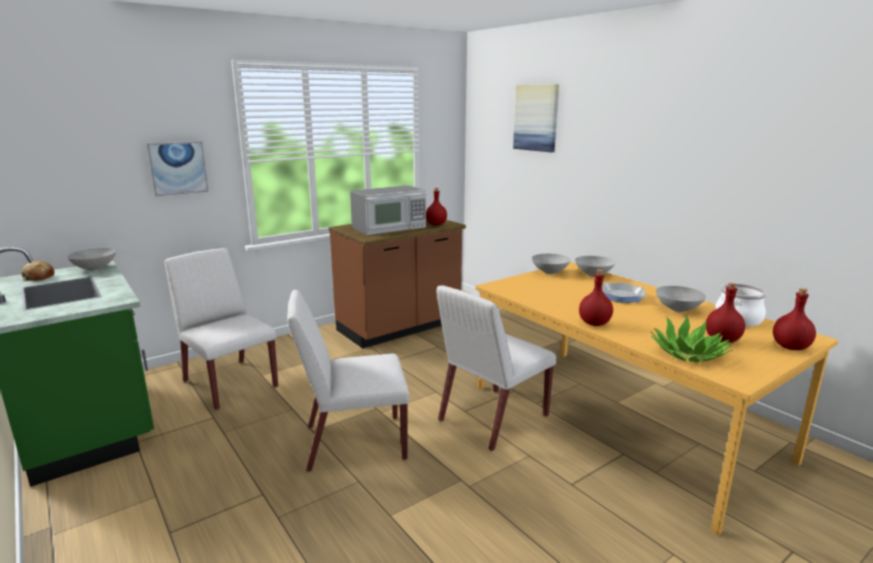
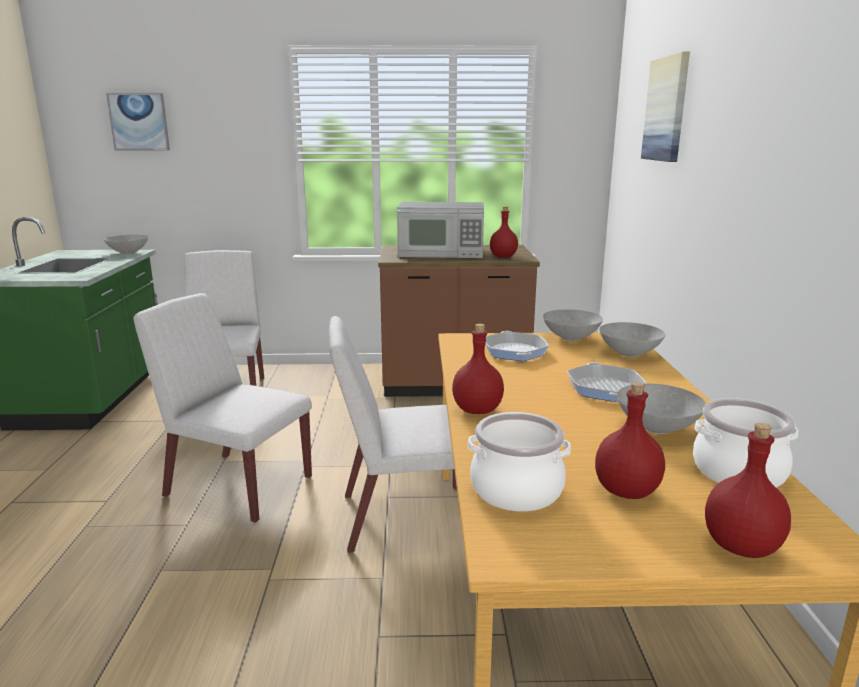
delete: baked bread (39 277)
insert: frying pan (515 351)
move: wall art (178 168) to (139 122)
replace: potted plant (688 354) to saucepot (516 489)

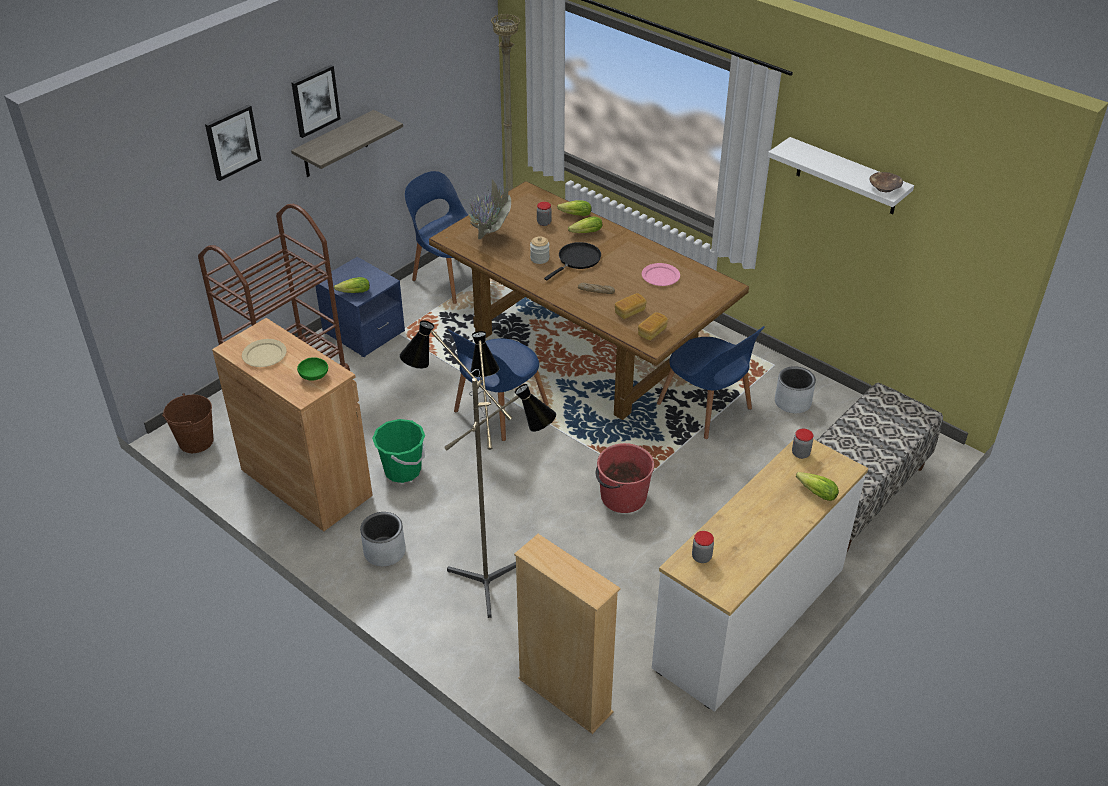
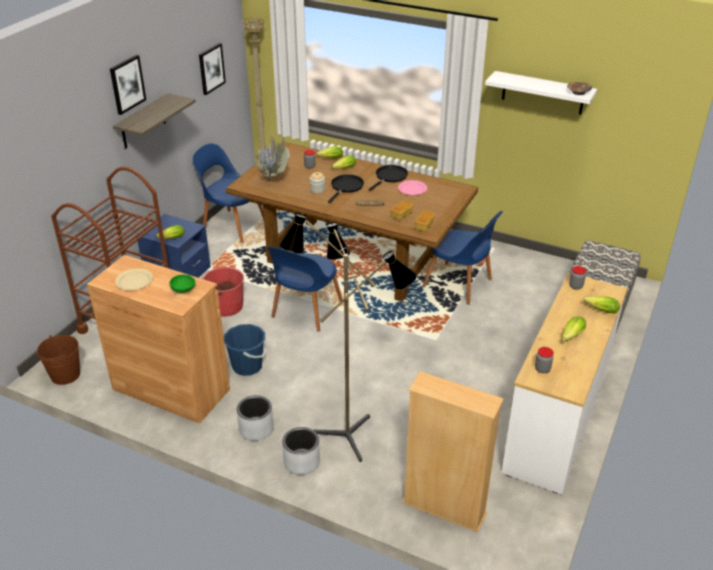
insert: black frying pan (390 177); head of lettuce (570 337)
move: wall art (232 142) to (211 68); red-coloured water bucket (622 497) to (225 306); grey plant pot (793 402) to (302 462)
recolor: green water bucket (402 470) to bluish water bucket (247 366)

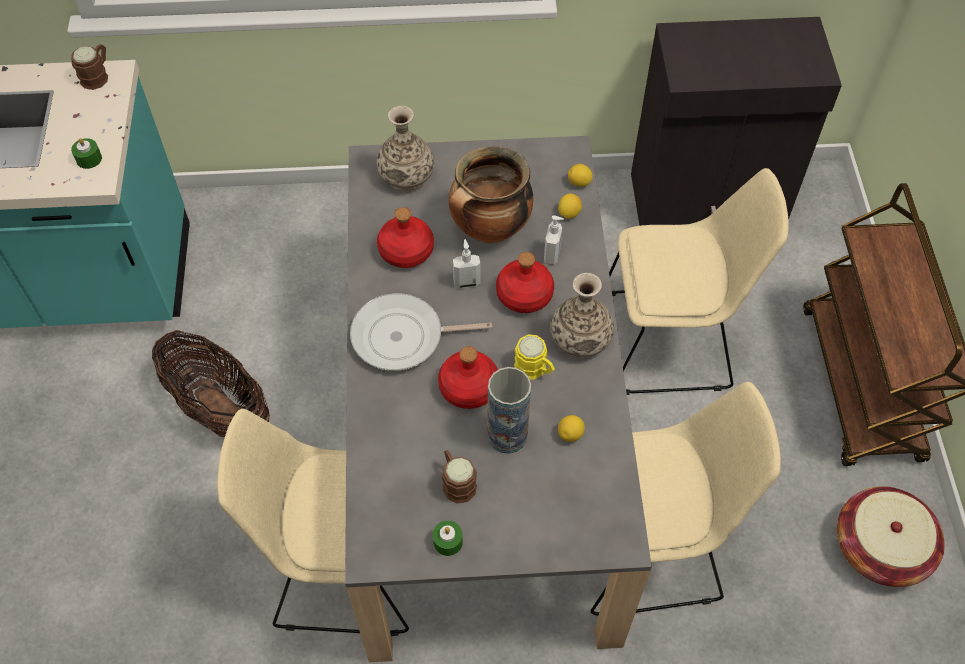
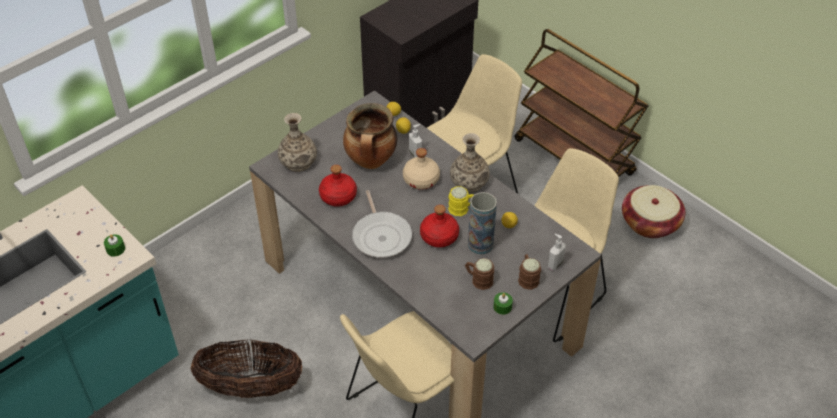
move: brown-coloured coffee mug (97 75) to (527 277); soap bottle (466 282) to (554 264)
recolor: red-coloured beverage bottle (524 295) to sand-coloured beverage bottle (421 180)
rotate: frying pan (403 337) = (381 235) 60 degrees counterclockwise

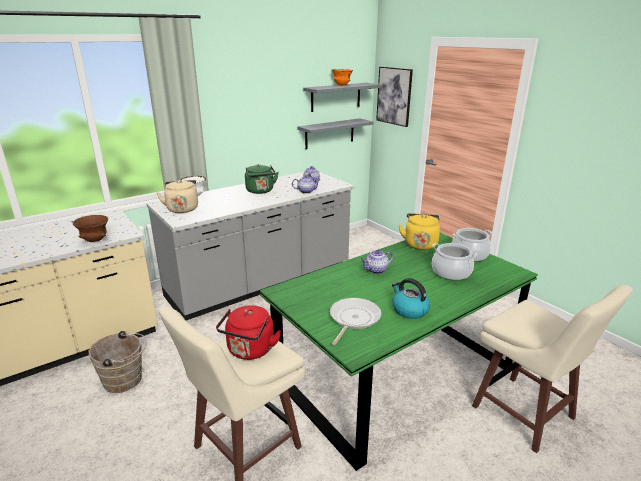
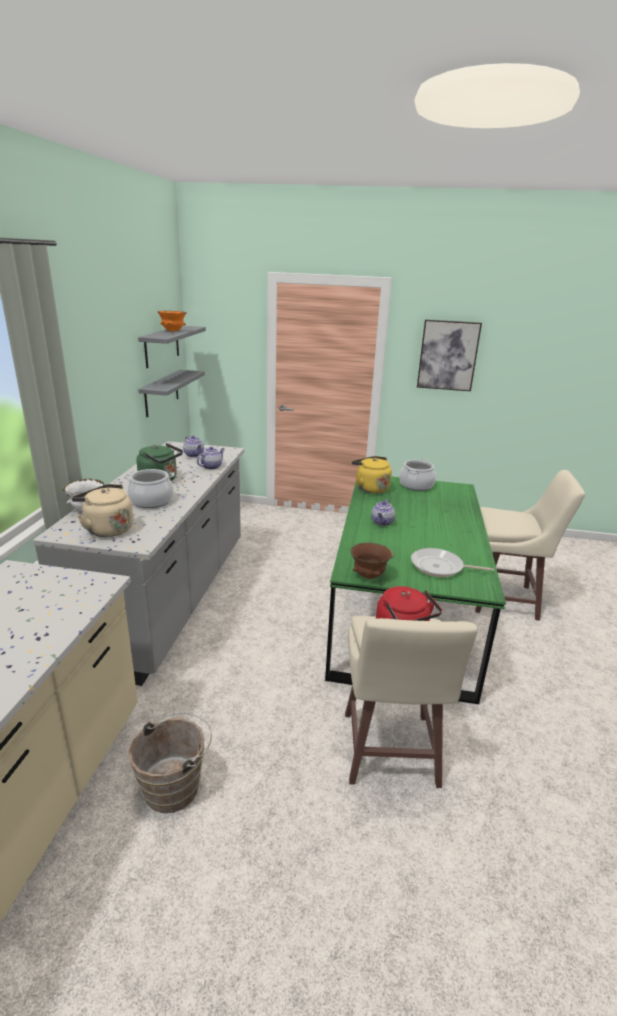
delete: tea kettle (409 310)
move: brown-coloured bowl (95 241) to (369 576); wall art (394 96) to (448 355); saucepot (451 272) to (151 501)
rotate: frying pan (353 319) = (440 567) 60 degrees counterclockwise

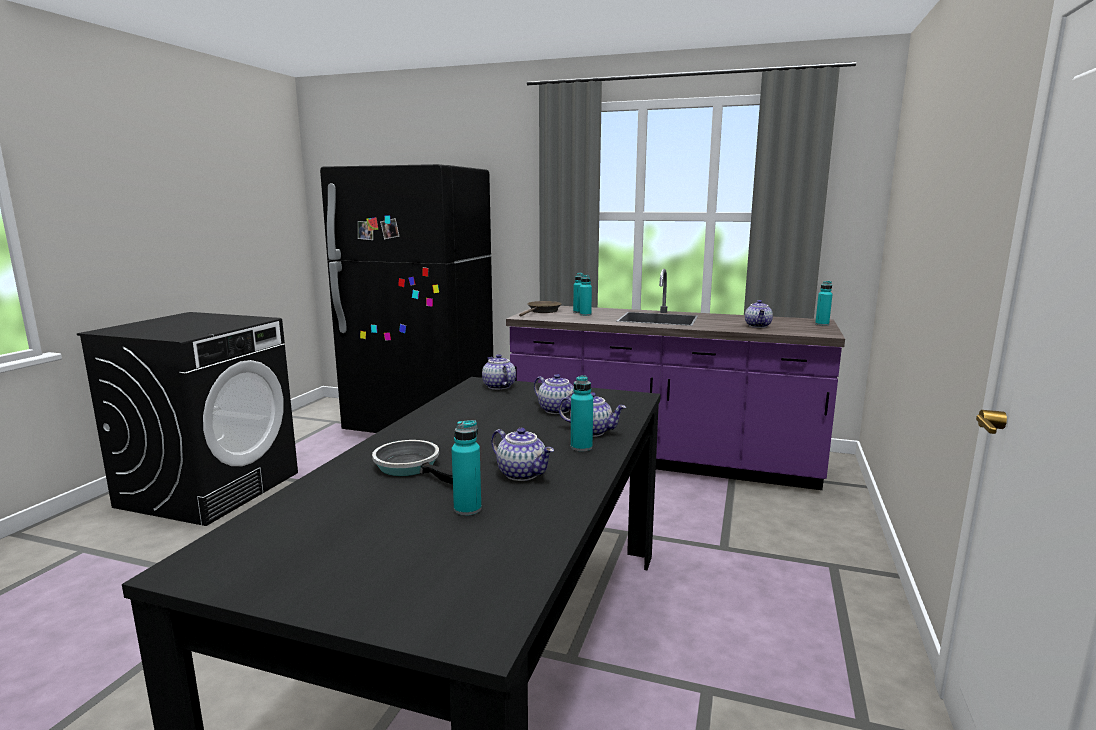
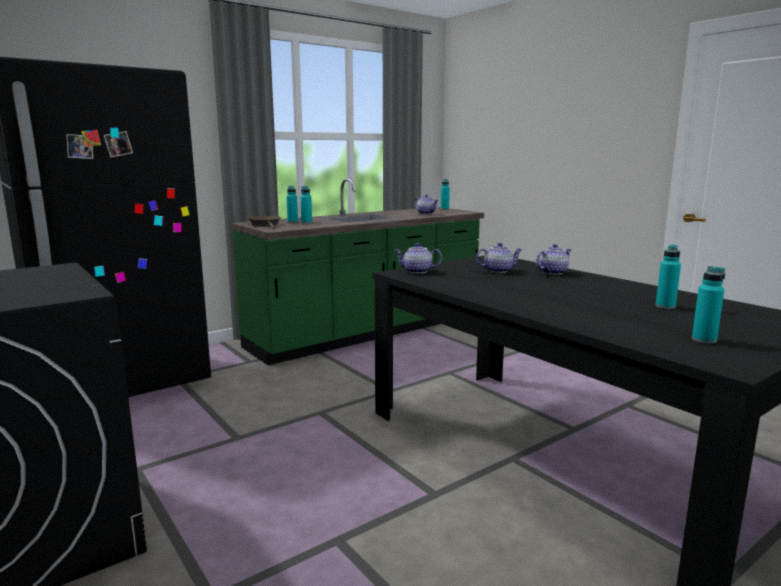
delete: frying pan (411 467); teapot (523 474)
move: turquoise beverage bottle (581 447) to (704 340)
recolor: purplish kitchen counter (662 459) to green kitchen counter (368 333)

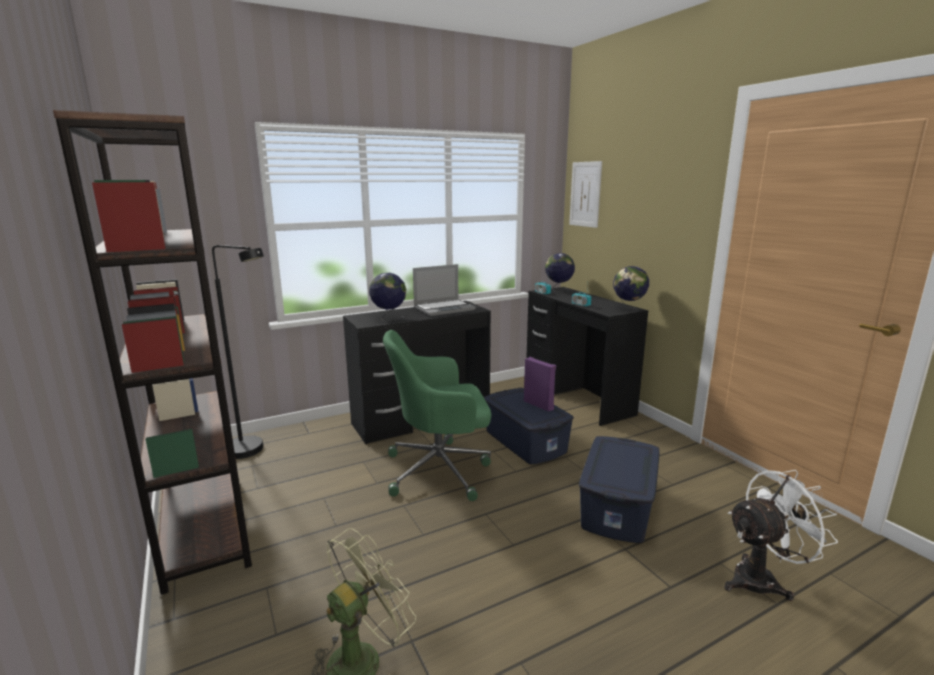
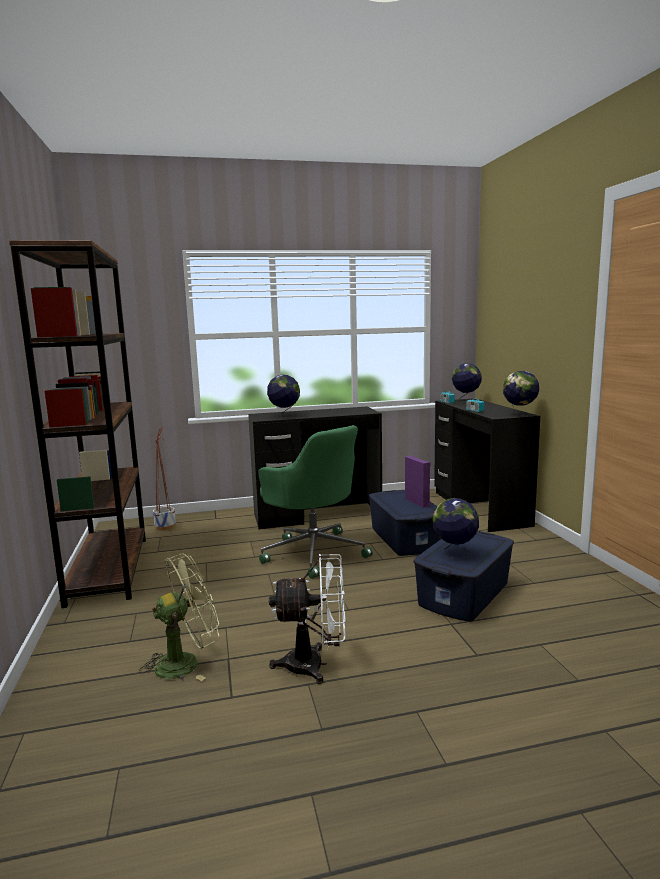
delete: notebook computer (444 309); wall art (585 194)
insert: desk globe (454 554)
move: white cooling fan (762 579) to (315 665)
replace: black floor lamp (252 451) to plant pot (165 527)
rotate: green office chair (440 470) = (314 552) 135 degrees counterclockwise

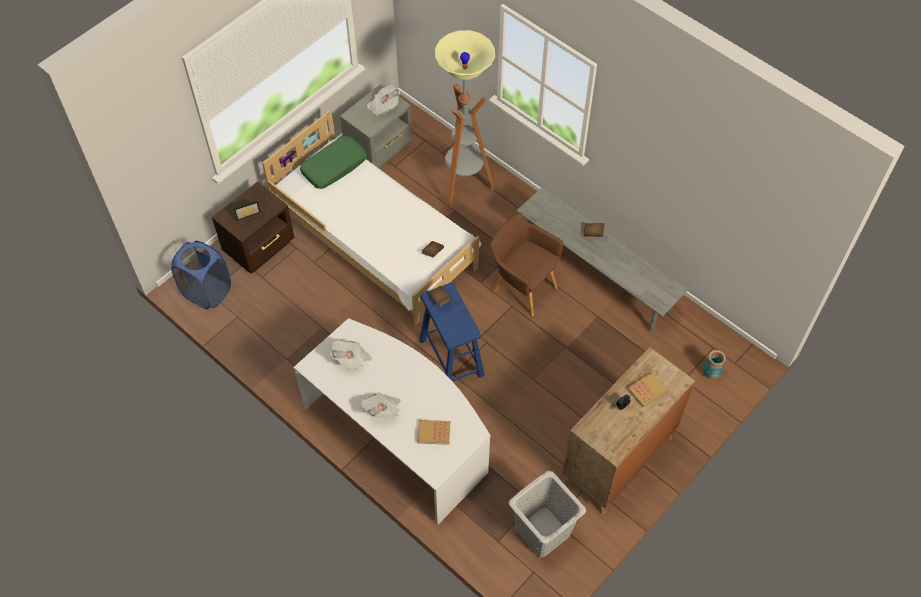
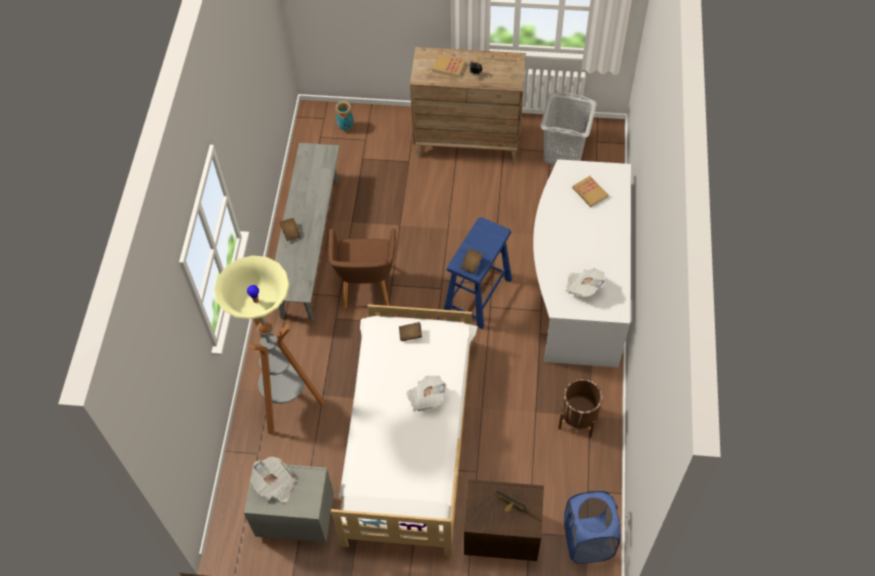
delete: green pillow (334 166)
insert: brown-coloured plant pot (578 418)
move: daily paper (383 410) to (426 398)

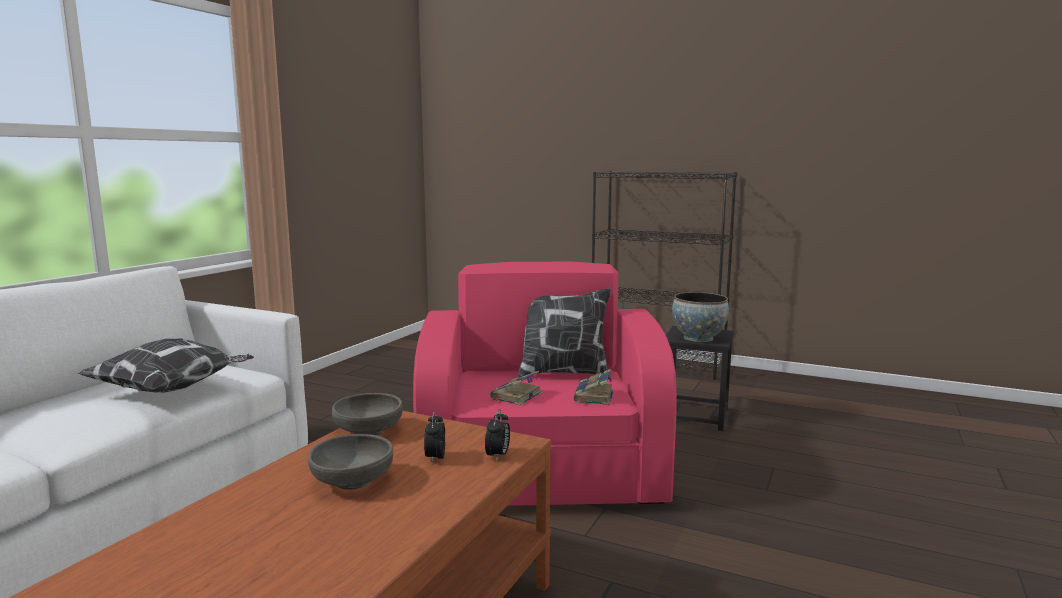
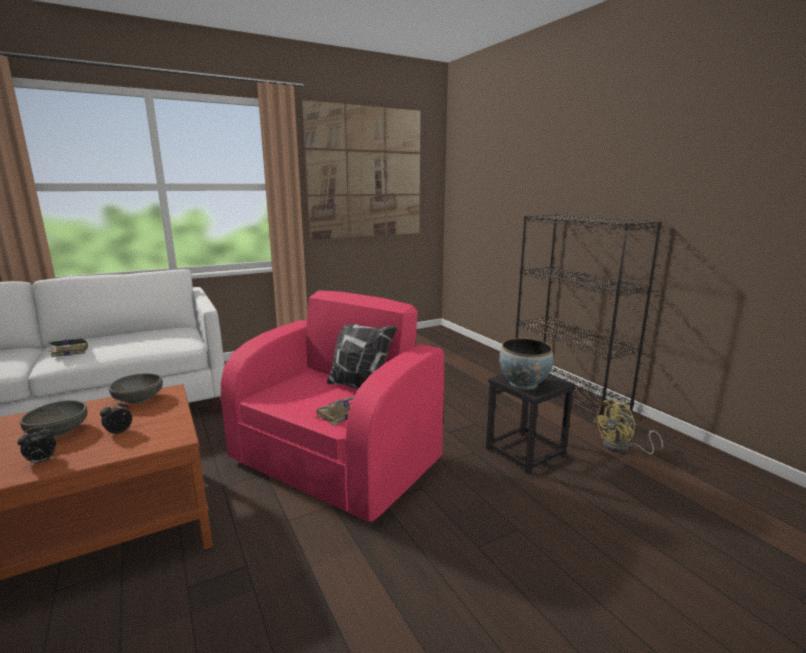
delete: pillow (173 390)
insert: wall art (365 173); yellow cooling fan (622 448)
move: table clock (498 456) to (42 461); volume (515 396) to (69 352)

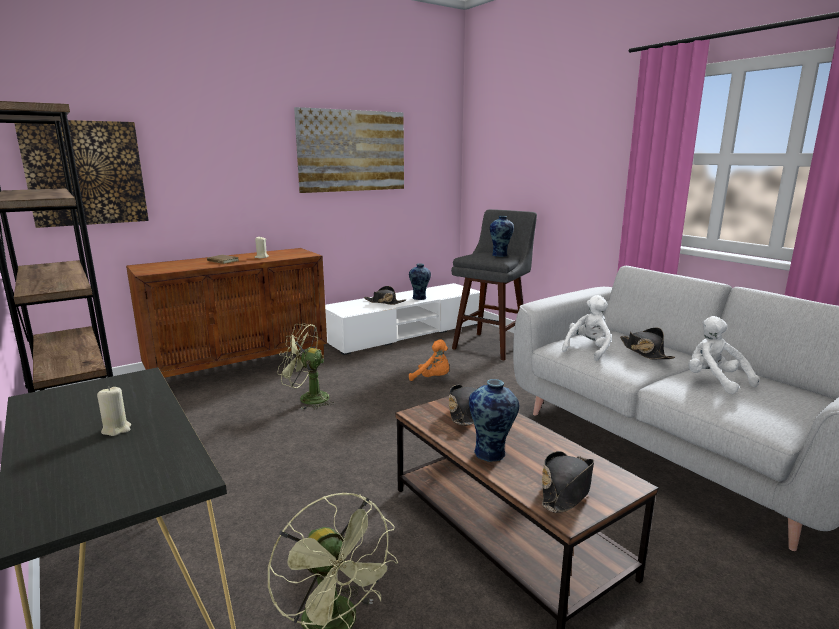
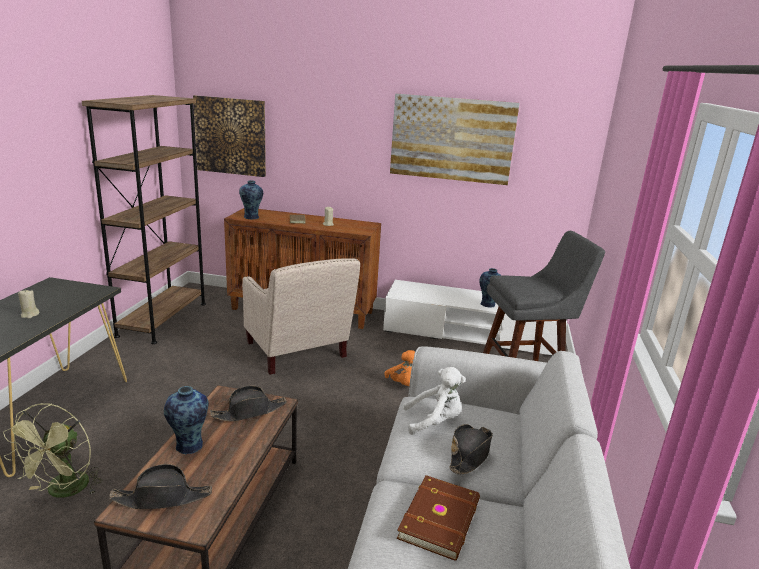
delete: black clothing hat (384 302)
move: flower vase (500 255) to (251 217)
replace: green cooling fan (307 398) to sand-coloured lounge chair (297 353); white plush toy (714 381) to brown-coloured volume (441 519)

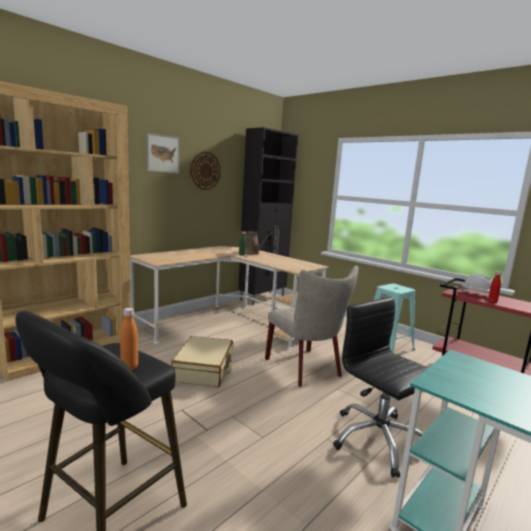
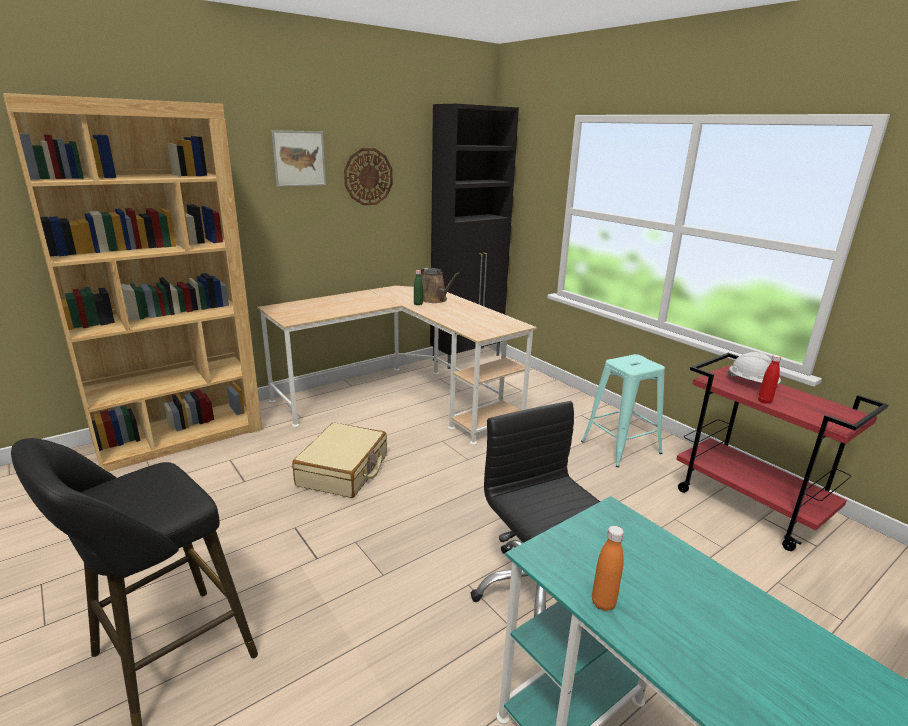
delete: sand-coloured chair (306 369)
move: orangey beverage bottle (129 367) to (603 603)

